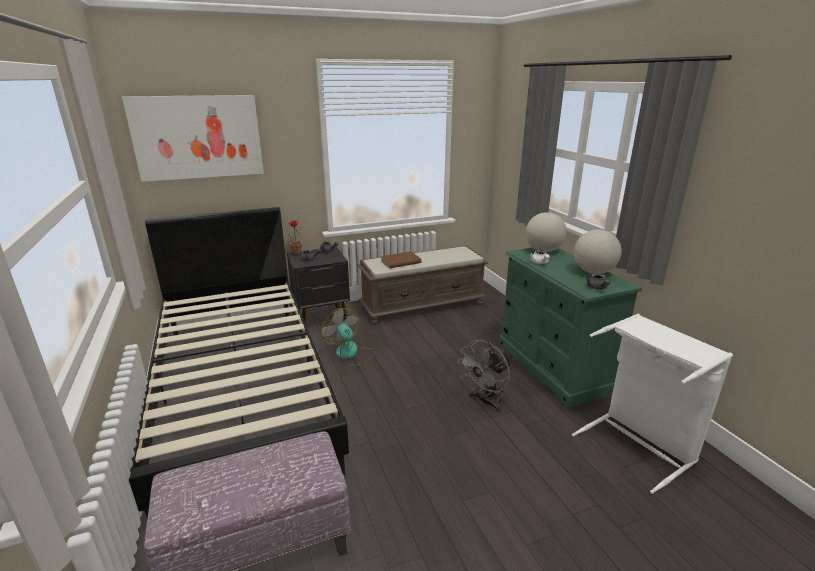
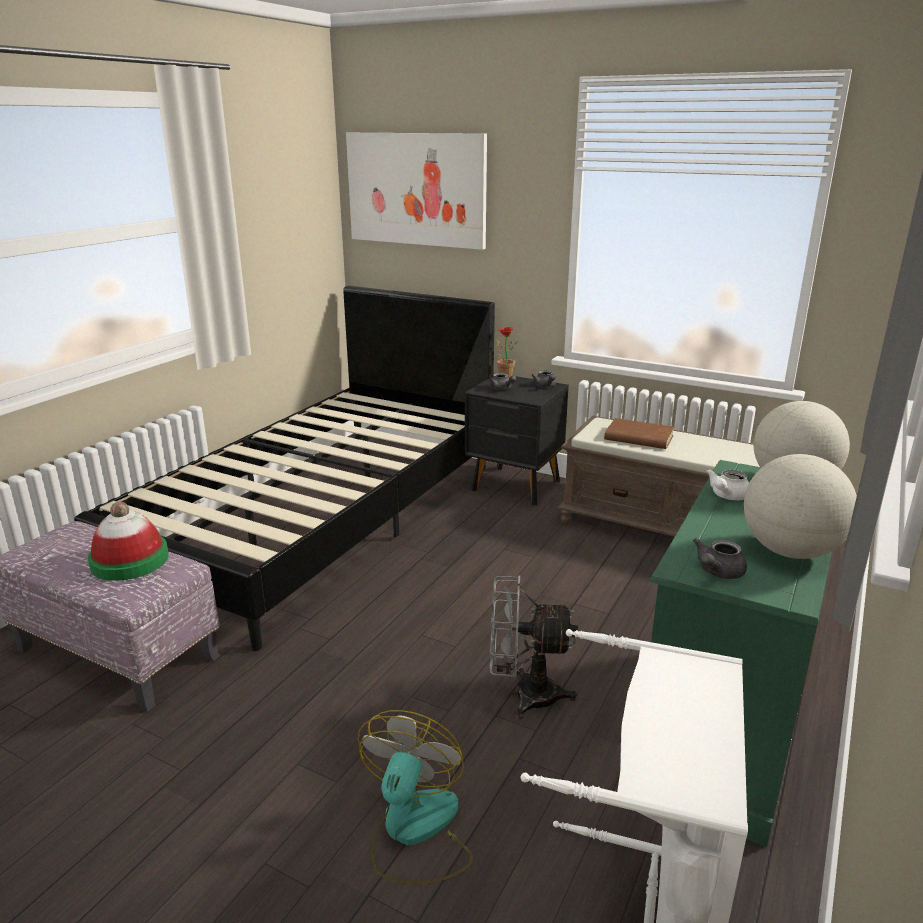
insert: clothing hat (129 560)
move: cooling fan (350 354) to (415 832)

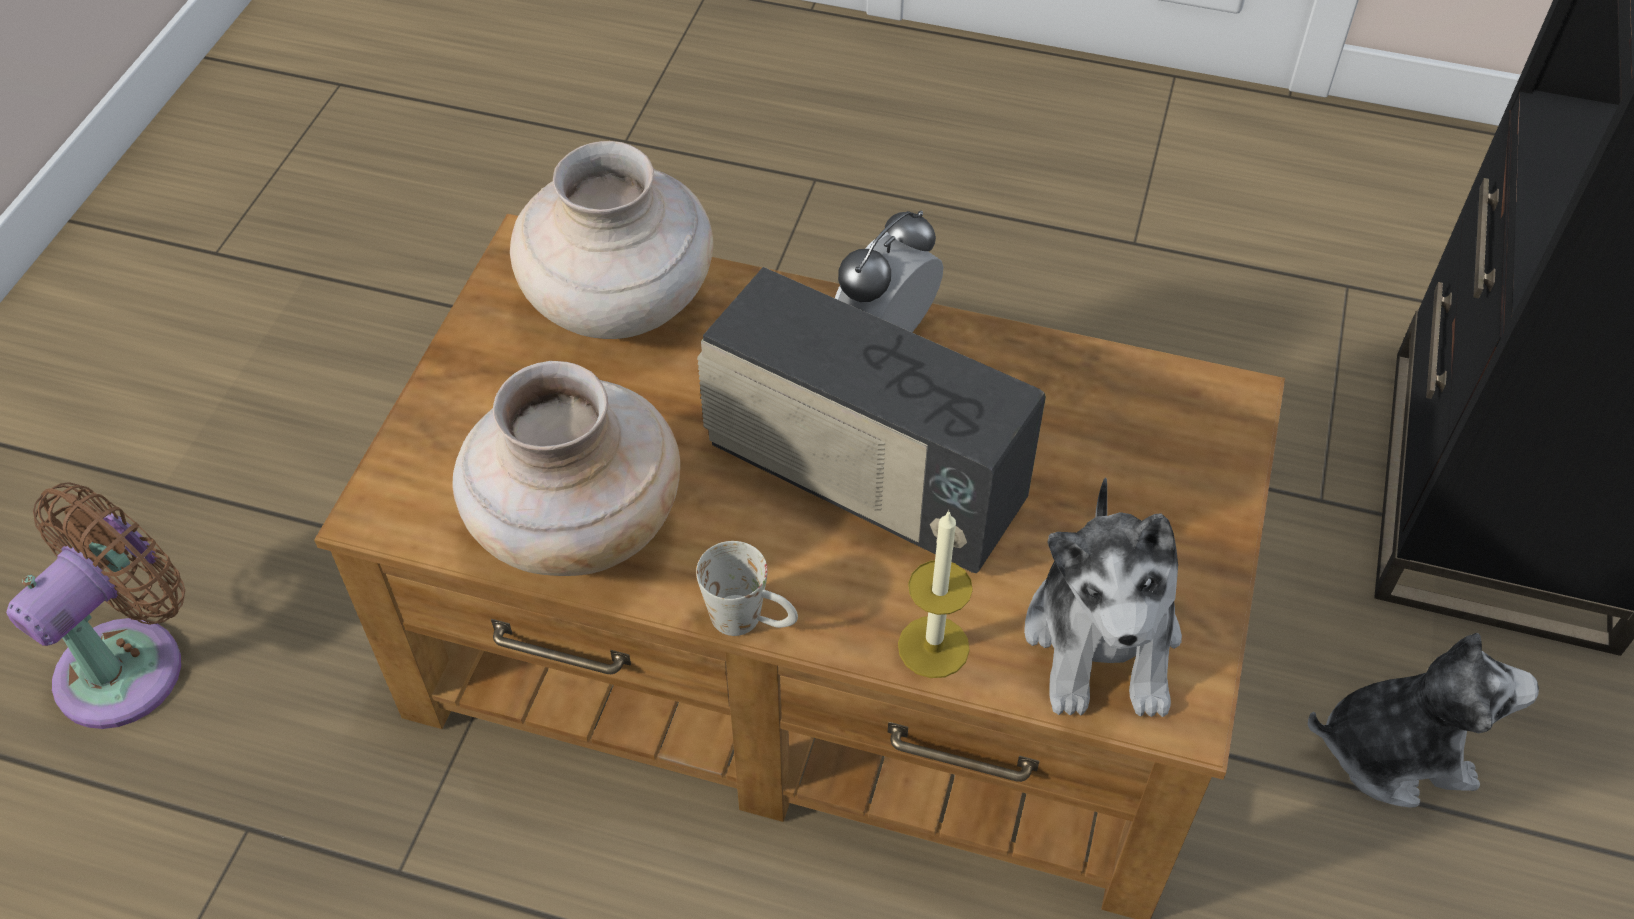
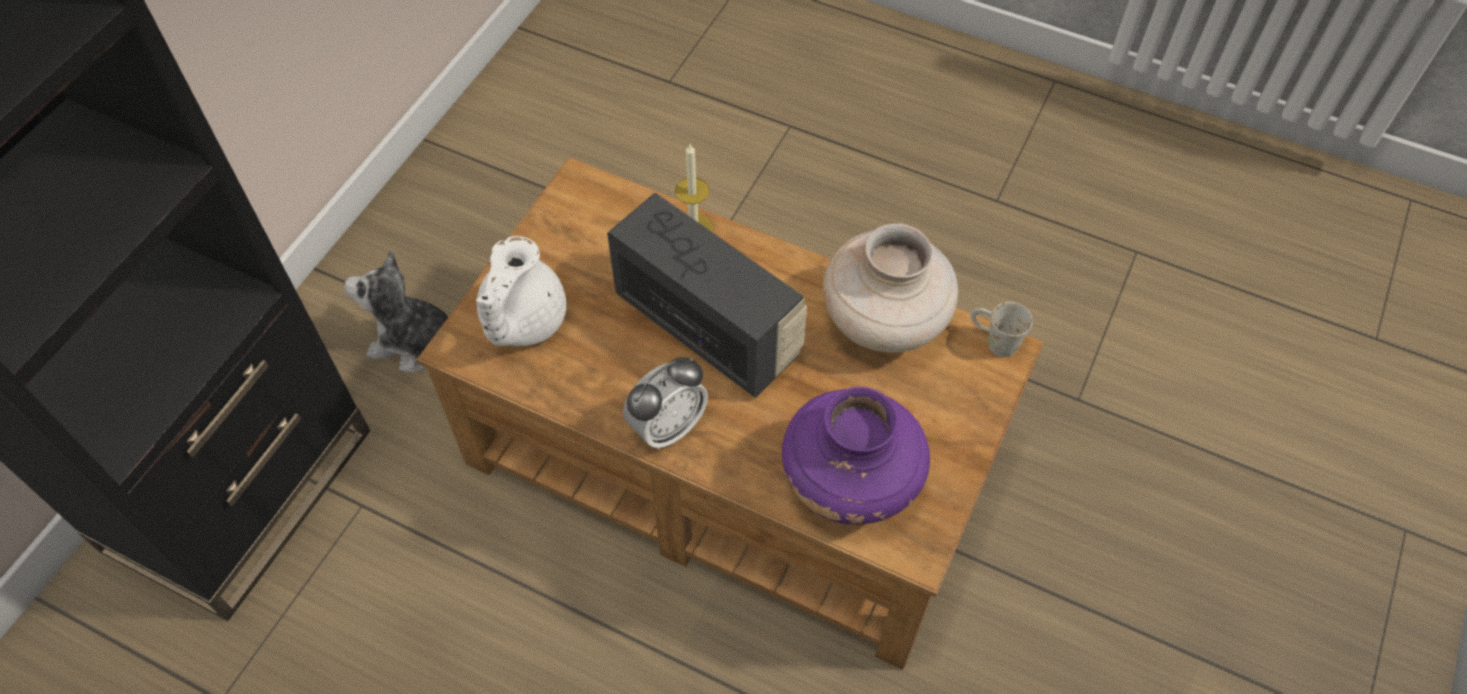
delete: brown-coloured cooling fan (130 662); plush toy (1103 639)
insert: white teapot (521 321)
move: white coffee mug (751 620) to (993 341)
recolor: sand-coloured flower vase (620 307) to purplish flower vase (850 481)

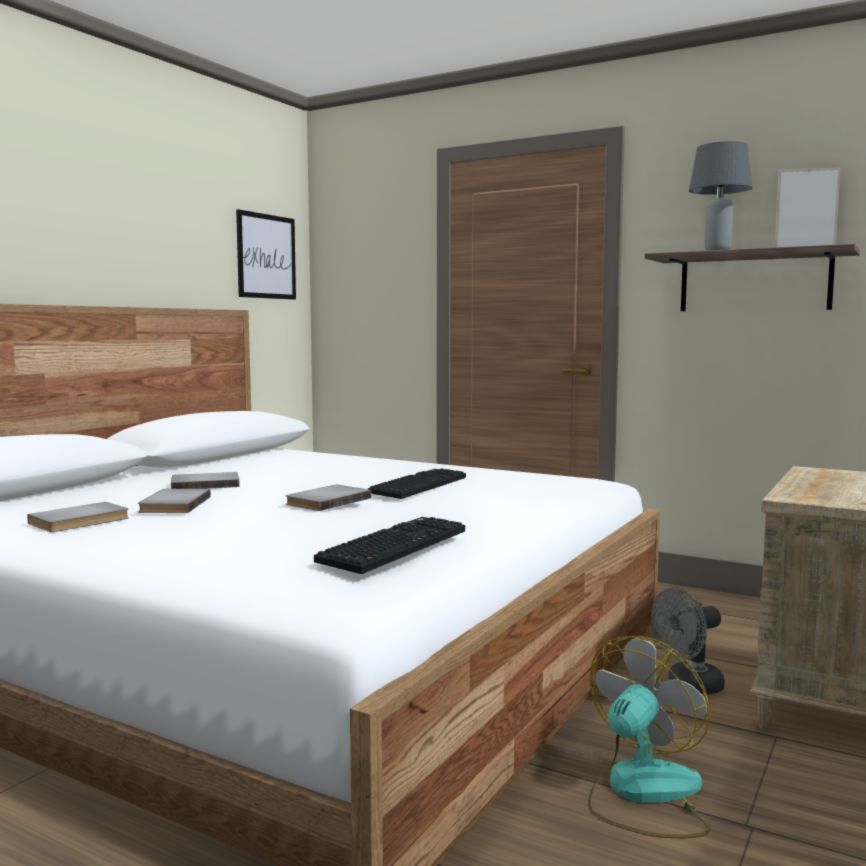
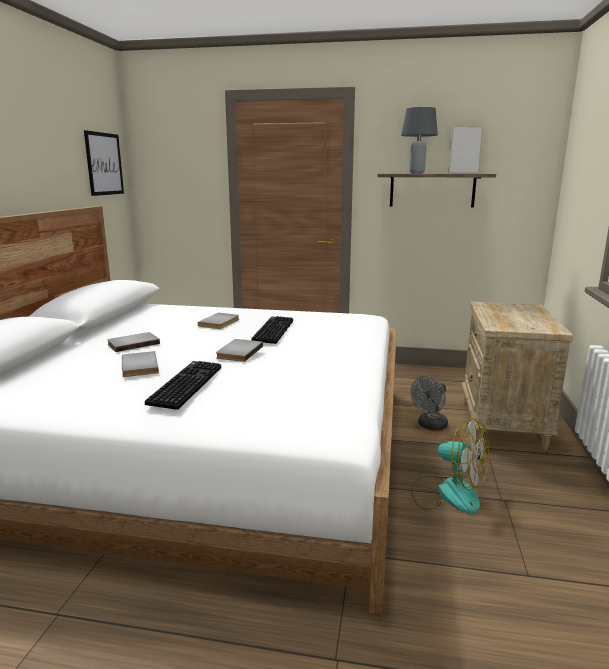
move: grey volume (81 521) to (220 323); PC keyboard (393 545) to (185 384)
rotate: cooling fan (643 794) = (448 493) 105 degrees clockwise

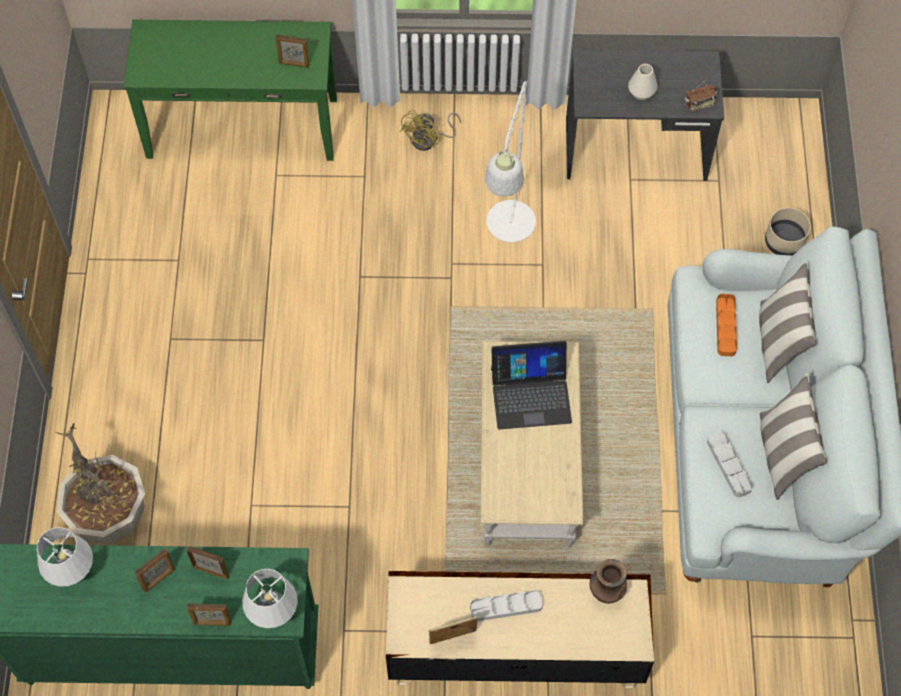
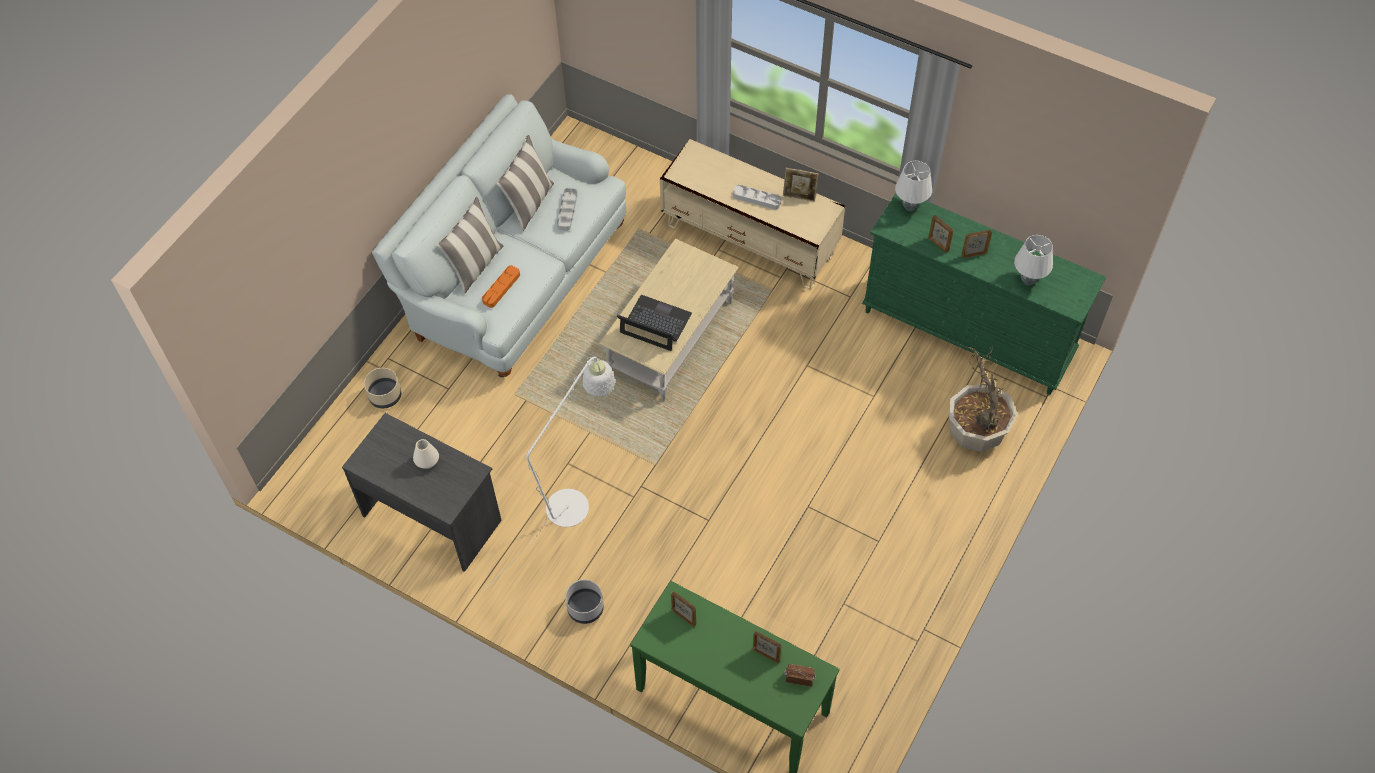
delete: brown-coloured flower vase (605 592)
move: picture frame (212 622) to (766 654); radio receiver (699 104) to (799 678)
replace: yellow cooling fan (429 140) to grey plant pot (585 608)

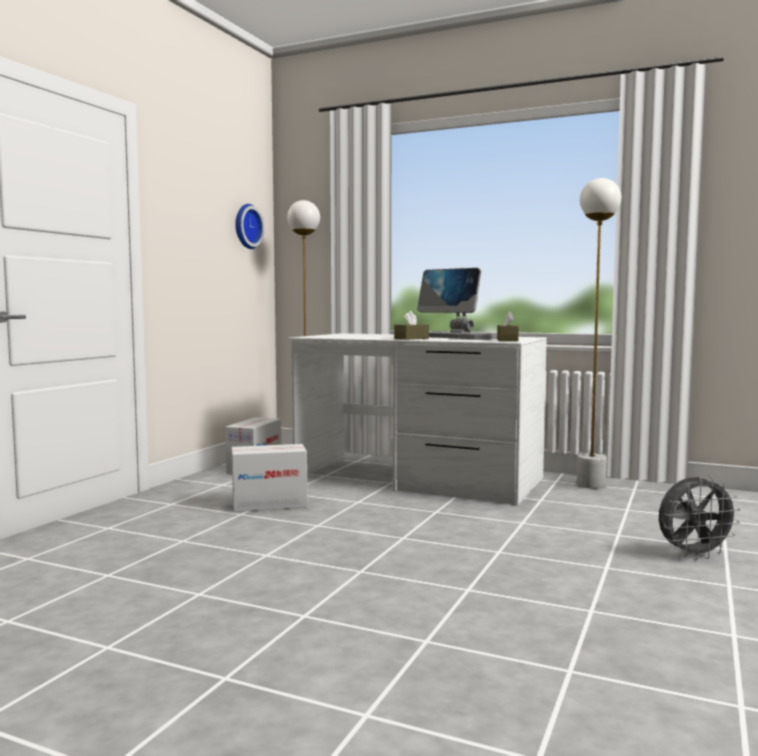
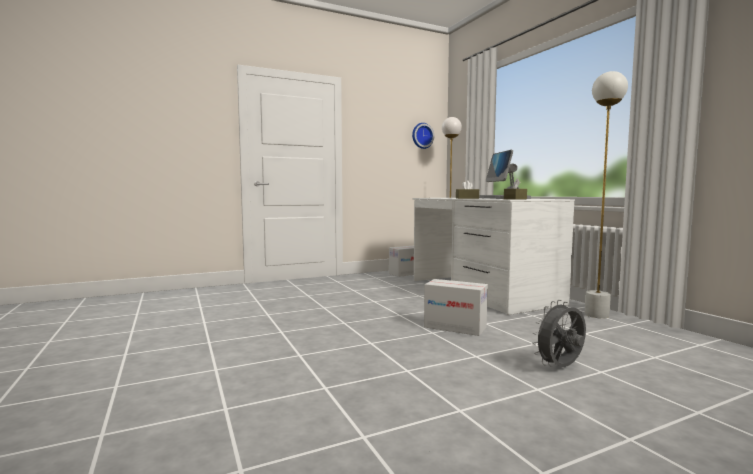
move: carton (269 504) to (455 327)
rotate: grey cooling fan (694 555) = (561 368) 120 degrees clockwise

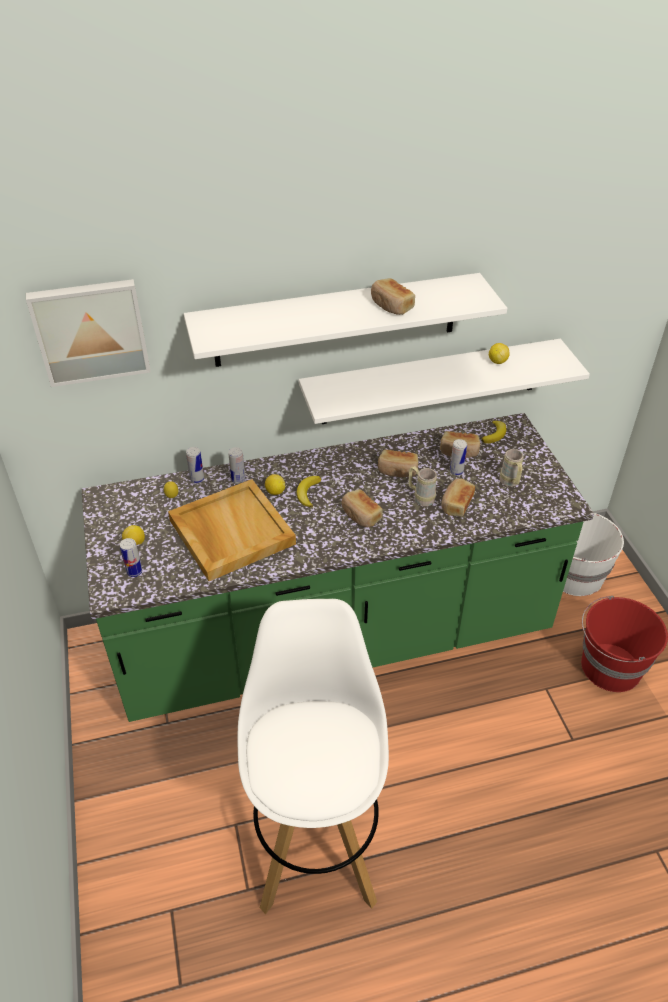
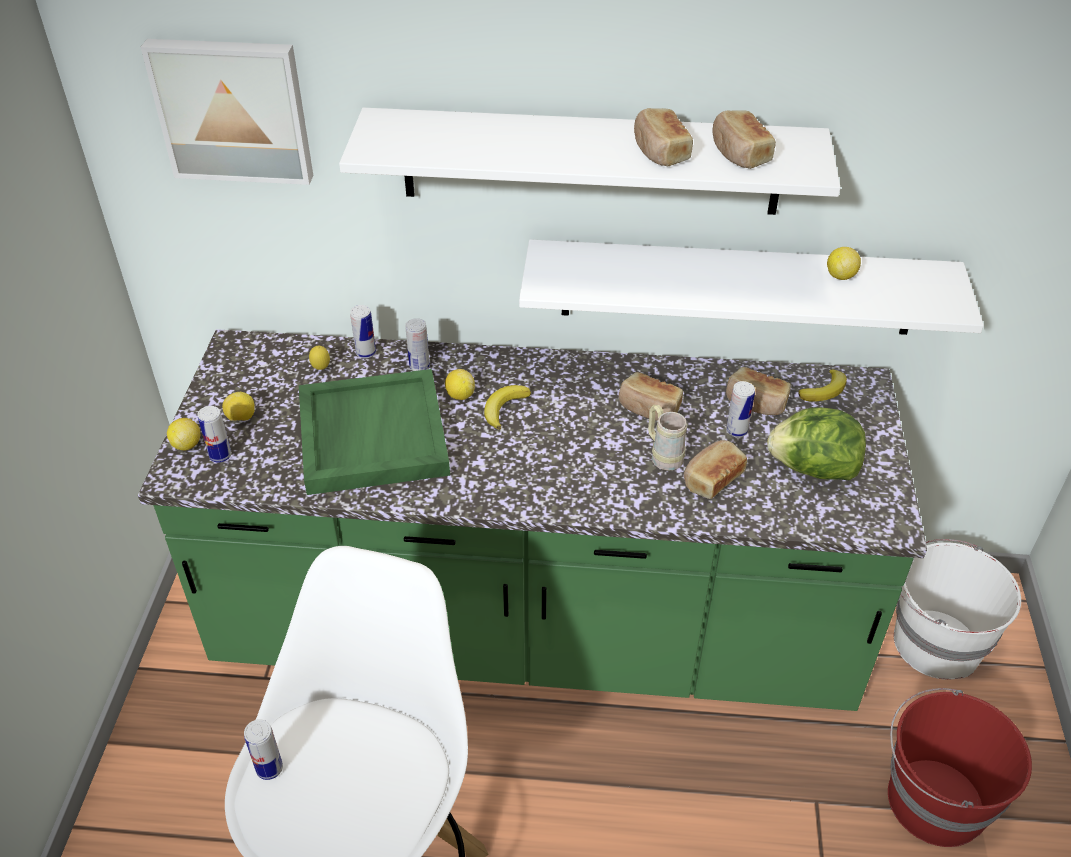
insert: citrus fruit (187 444); metal can (269 768)
move: baked bread (360 515) to (739 153)
replace: sand-coloured coffee mug (510 483) to head of lettuce (812 469)
recolor: sand-coloured serving tray (230 532) to green serving tray (371 435)

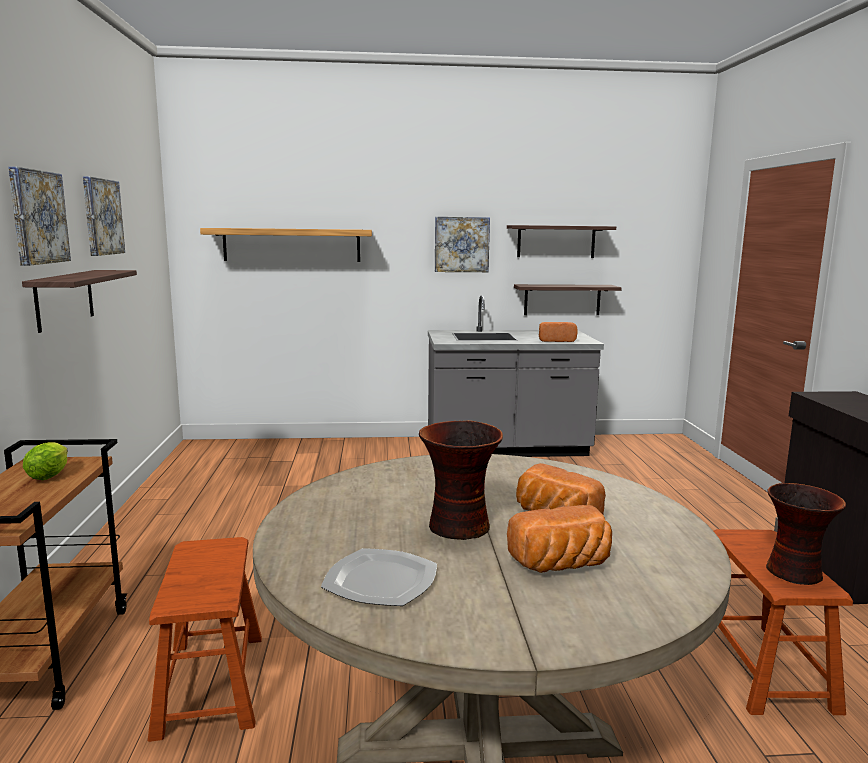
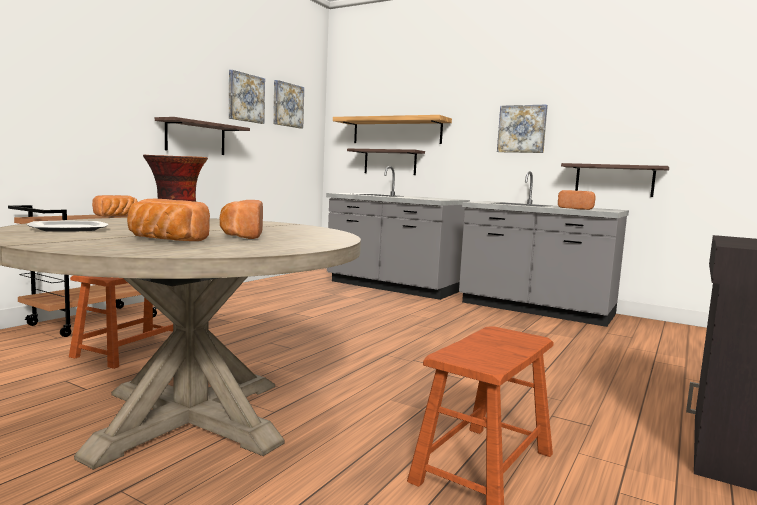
delete: flower vase (796 573)
insert: grey kitchen counter (392 286)
move: wall art (37 217) to (287 105); wall shelf (556 241) to (390 162)
replace: head of lettuce (51 474) to baked bread (118 216)

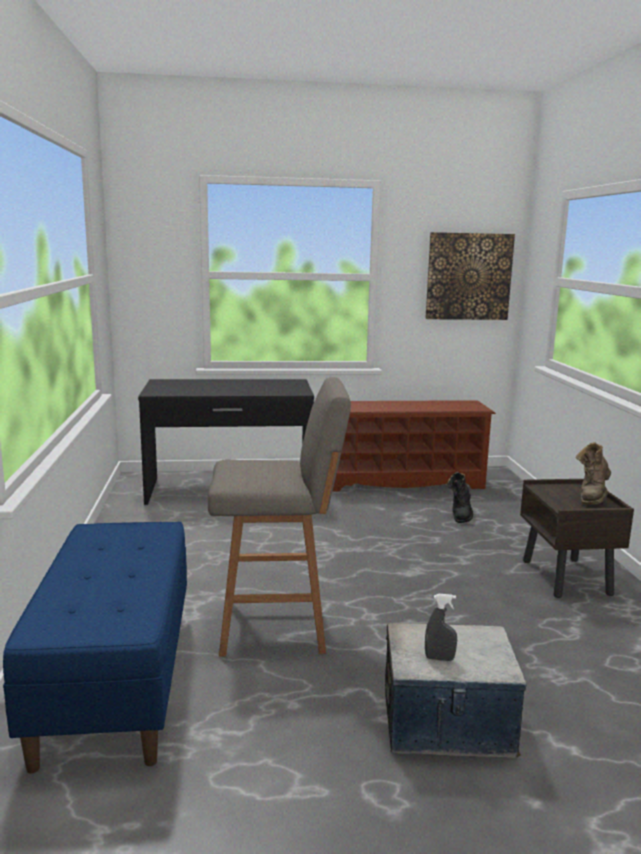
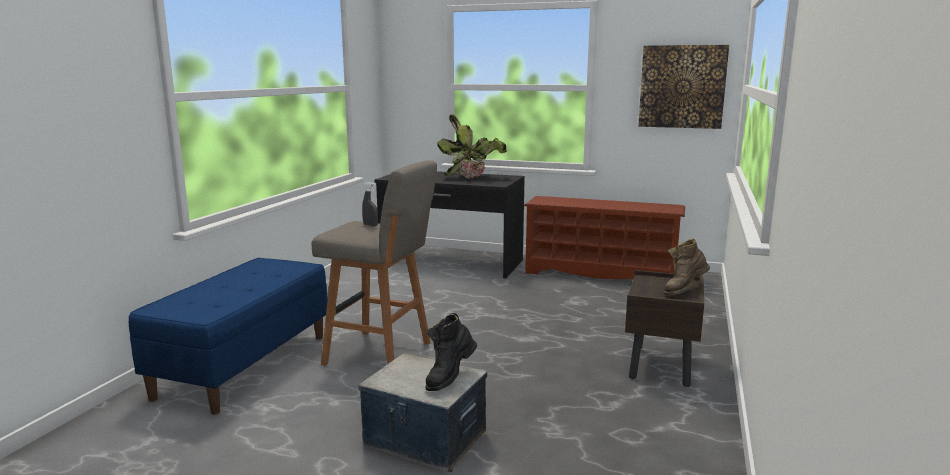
insert: potted plant (472 177)
move: grey hand sprayer (439 658) to (370 225); black boot (460 515) to (449 378)

